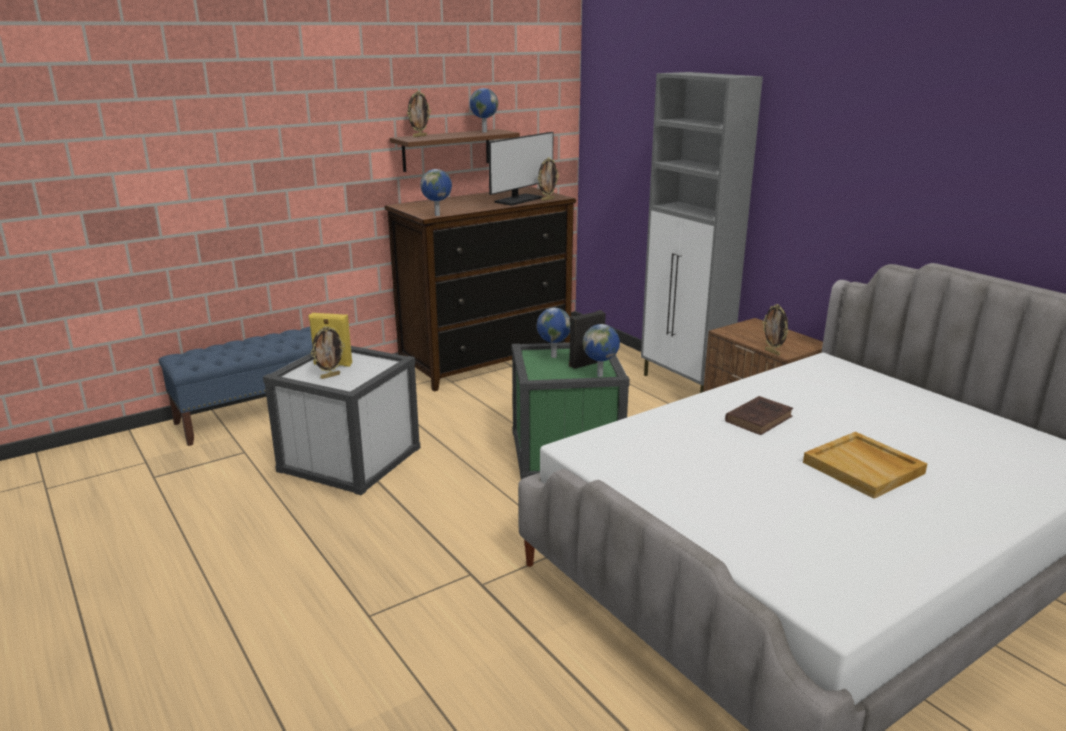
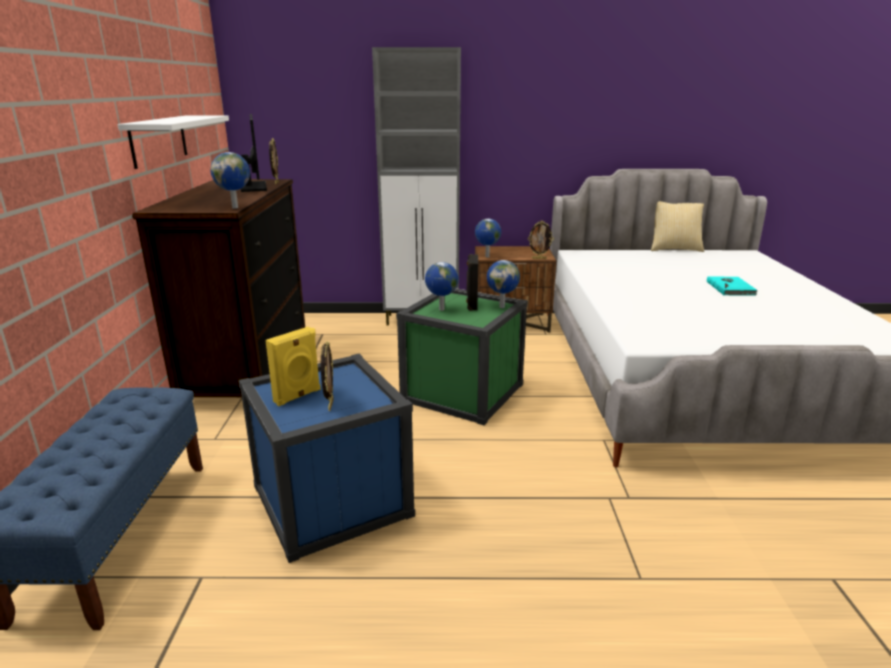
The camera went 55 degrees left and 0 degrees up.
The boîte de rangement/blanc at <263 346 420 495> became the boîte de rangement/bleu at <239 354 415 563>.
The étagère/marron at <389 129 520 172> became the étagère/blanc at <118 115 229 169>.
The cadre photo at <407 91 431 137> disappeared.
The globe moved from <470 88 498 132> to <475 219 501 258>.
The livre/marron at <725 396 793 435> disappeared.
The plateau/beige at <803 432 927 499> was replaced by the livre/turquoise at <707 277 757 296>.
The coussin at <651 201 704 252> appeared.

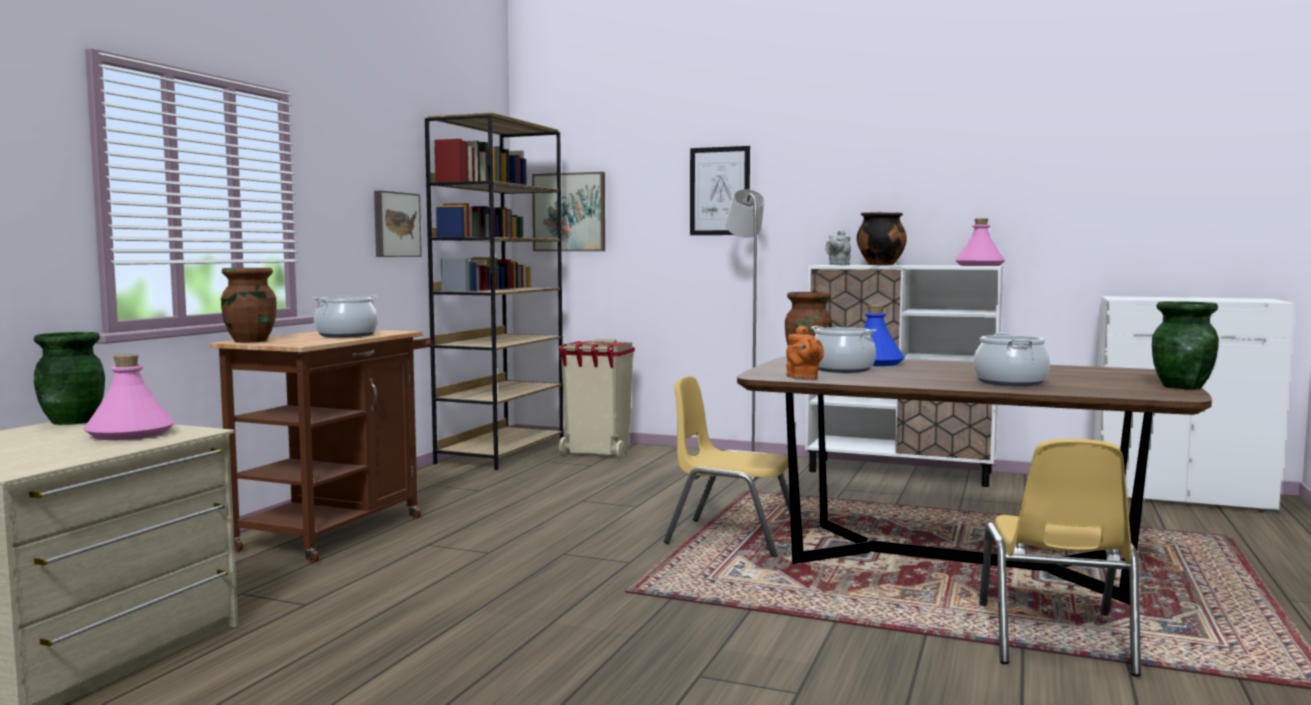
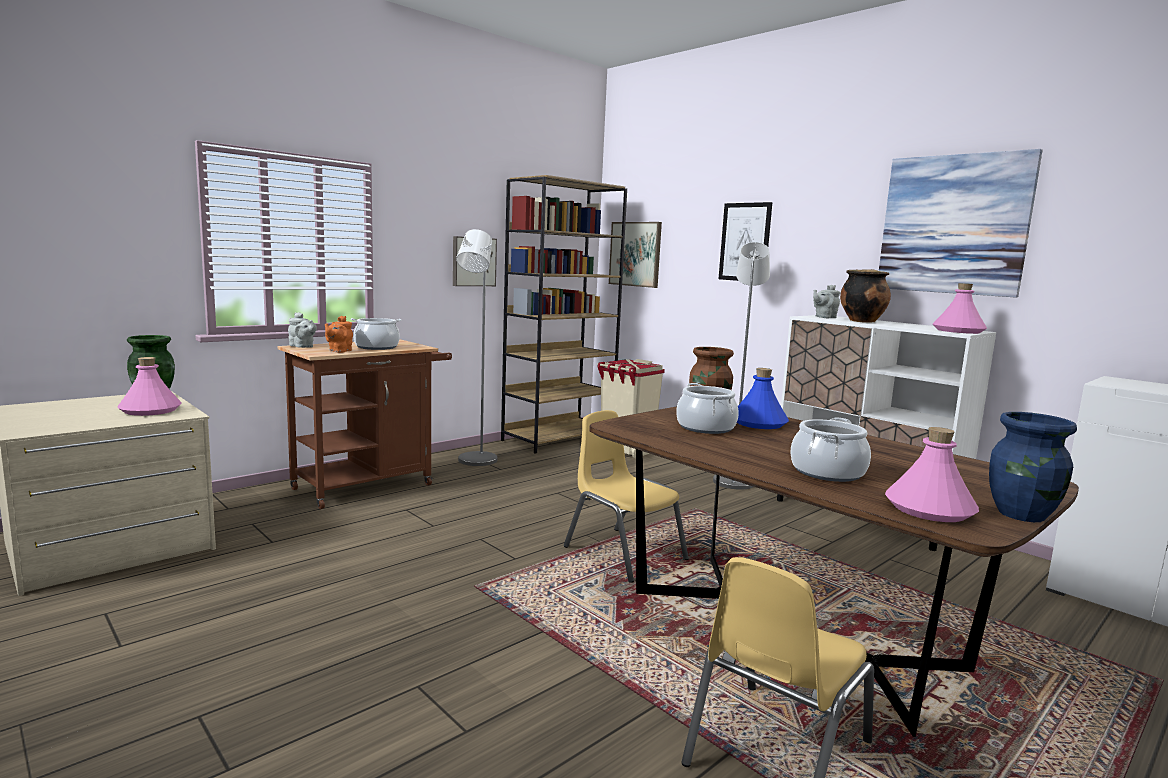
The camera went 25 degrees right and 5 degrees up.
The vase/marron at <221 268 277 343> was replaced by the théière/gris at <288 312 317 348>.
The théière/orange moved from <786 326 824 380> to <325 316 353 353>.
The vase/vert at <1152 301 1219 389> became the vase/bleu at <989 412 1077 522>.
The lampadaire/gris at <456 229 498 466> appeared.
The tableau at <879 149 1042 298> appeared.
The bouteille/rose at <885 427 979 522> appeared.

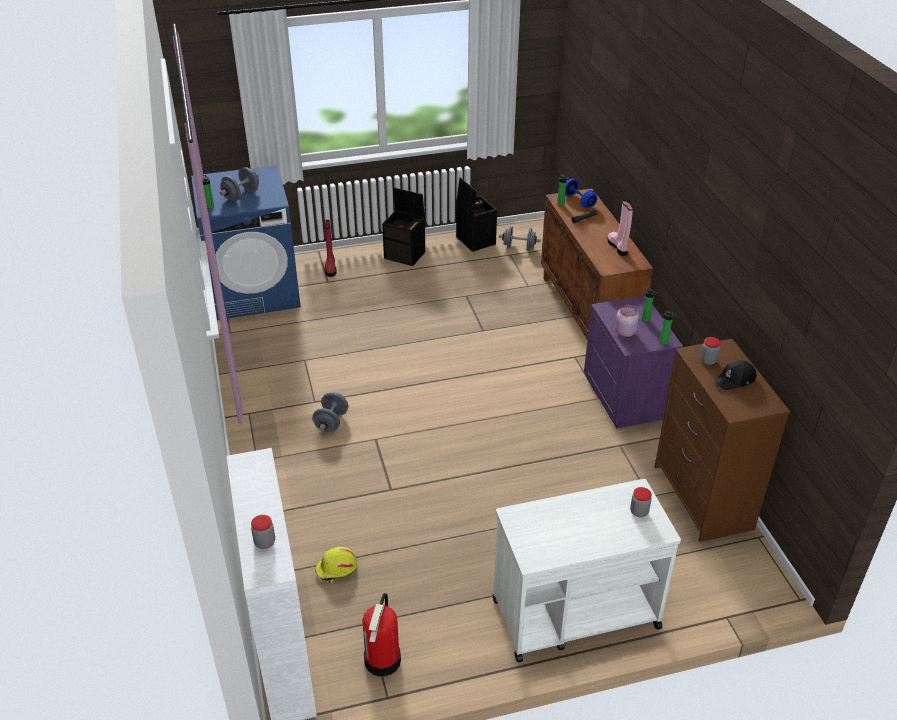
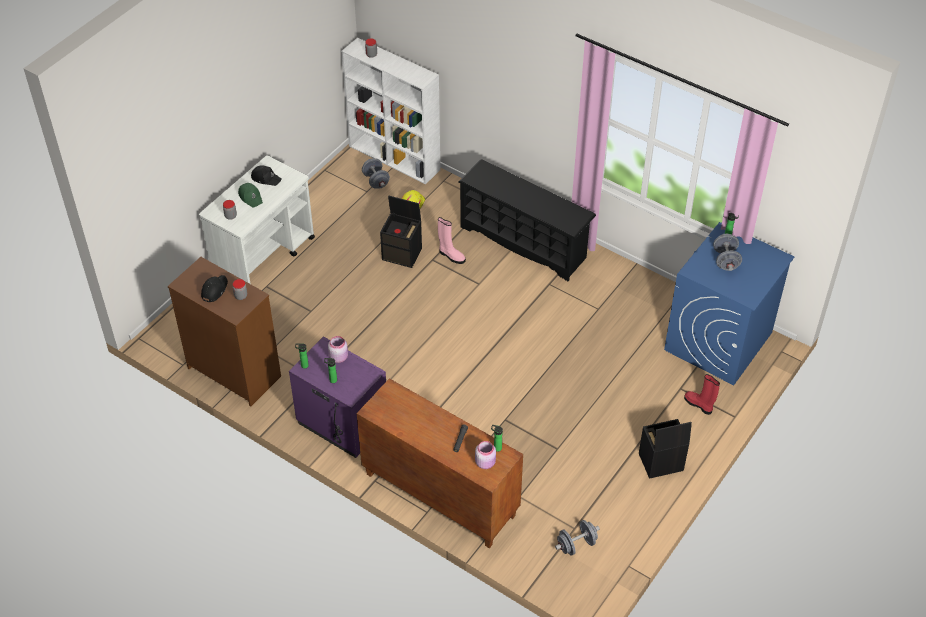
The camera went 140 degrees right and 10 degrees up.
The haltère/gris moved from <312 392 348 432> to <362 158 390 189>.
The extincteur at <362 593 401 676> disappeared.
The boîte de rangement/noir moved from <456 177 497 252> to <380 195 422 268>.
The haltère/bleu at <565 179 597 208> was replaced by the bocal/rose at <475 441 496 469>.
The botte/rose moved from <607 200 633 256> to <438 217 466 264>.
The casquette/vert at <238 183 263 208> appeared.
The casquette/noir at <251 165 282 186> appeared.
The étagère à chaussures/noir at <458 159 596 281> appeared.

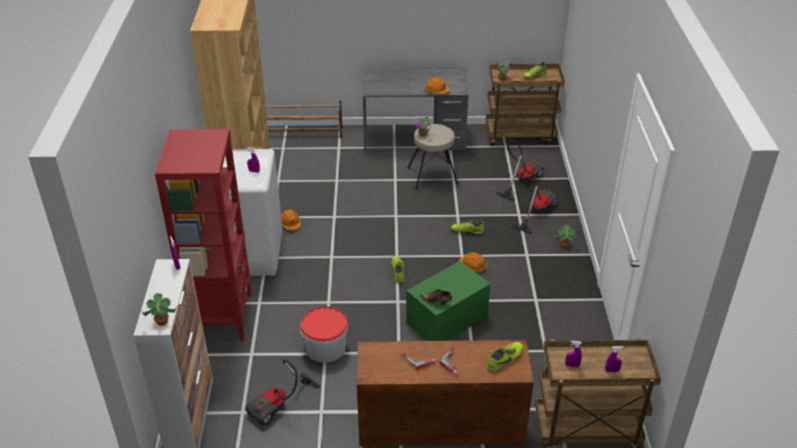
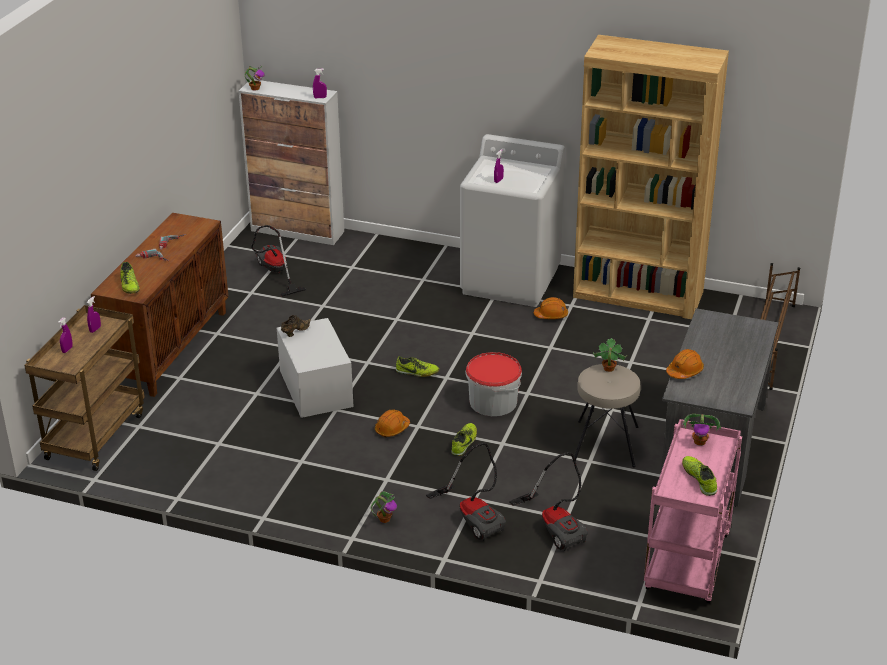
The camera went 110 degrees right and 5 degrees down.
The bibliothèque/rouge at <155 129 252 340> disappeared.
The seau moved from <300 306 348 363> to <466 352 522 416>.
The boîte de rangement/vert at <406 261 490 341> became the boîte de rangement/blanc at <277 318 354 418>.
The chariot/marron at <486 63 565 146> became the chariot/rose at <644 419 742 603>.

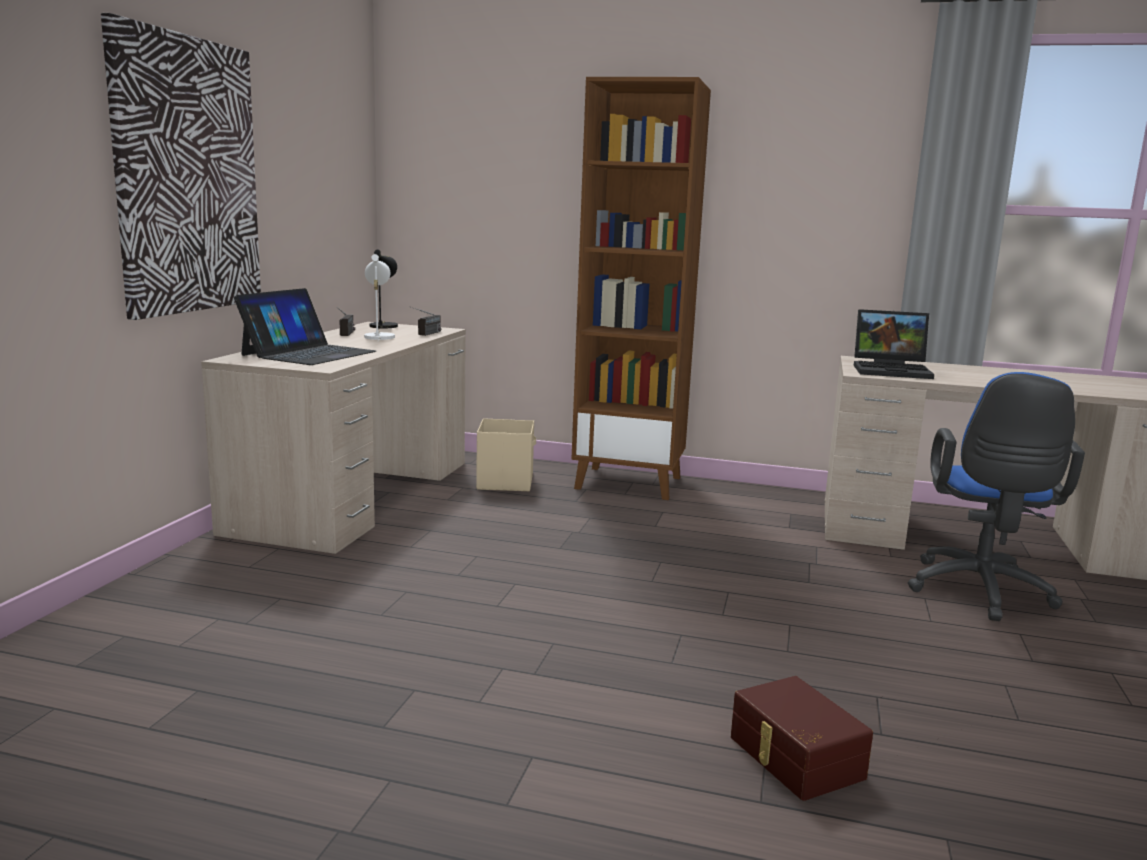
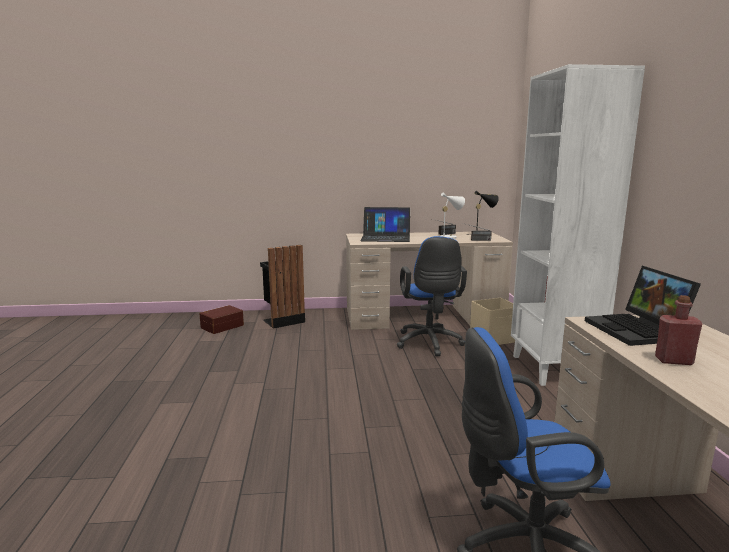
The camera went 70 degrees right and 0 degrees up.
The tableau at <101 13 261 320> disappeared.
The bibliothèque/marron at <571 77 711 500> became the bibliothèque/blanc at <511 64 645 386>.
The boîte de rangement/marron moved from <731 676 873 801> to <199 305 244 334>.
The poubelle/noir at <260 245 305 329> appeared.
The chaise de bureau/bleu at <397 236 467 356> appeared.
The bouteille/rouge at <655 295 702 365> appeared.

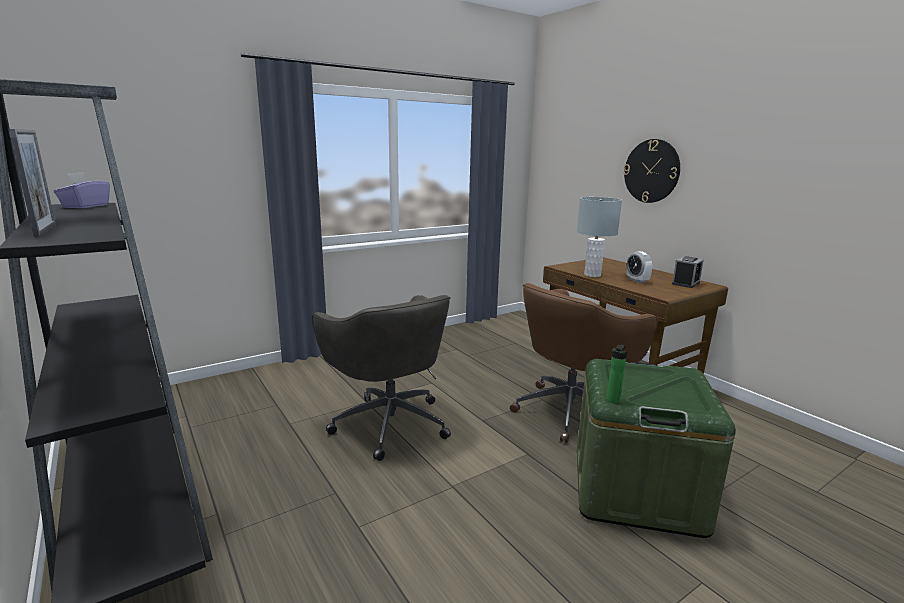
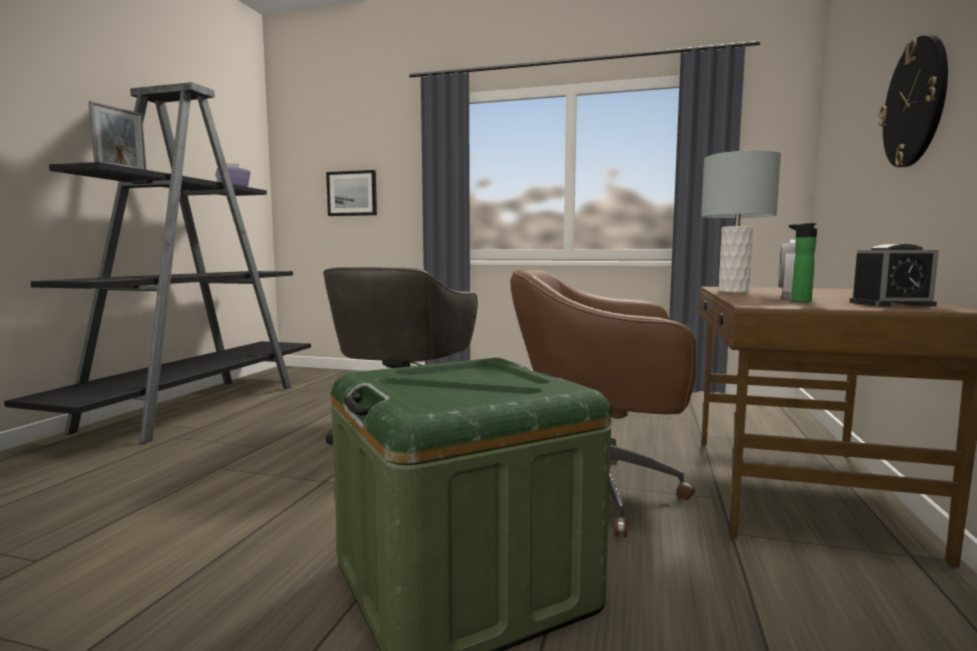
The camera went 50 degrees right and 10 degrees down.
The bouteille moved from <606 345 627 403> to <789 223 817 302>.
The tableau at <326 170 377 216> appeared.

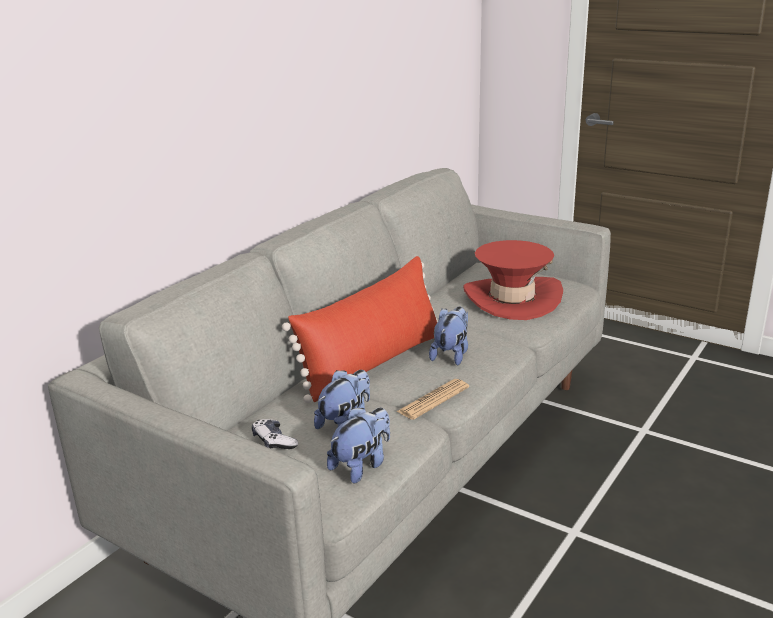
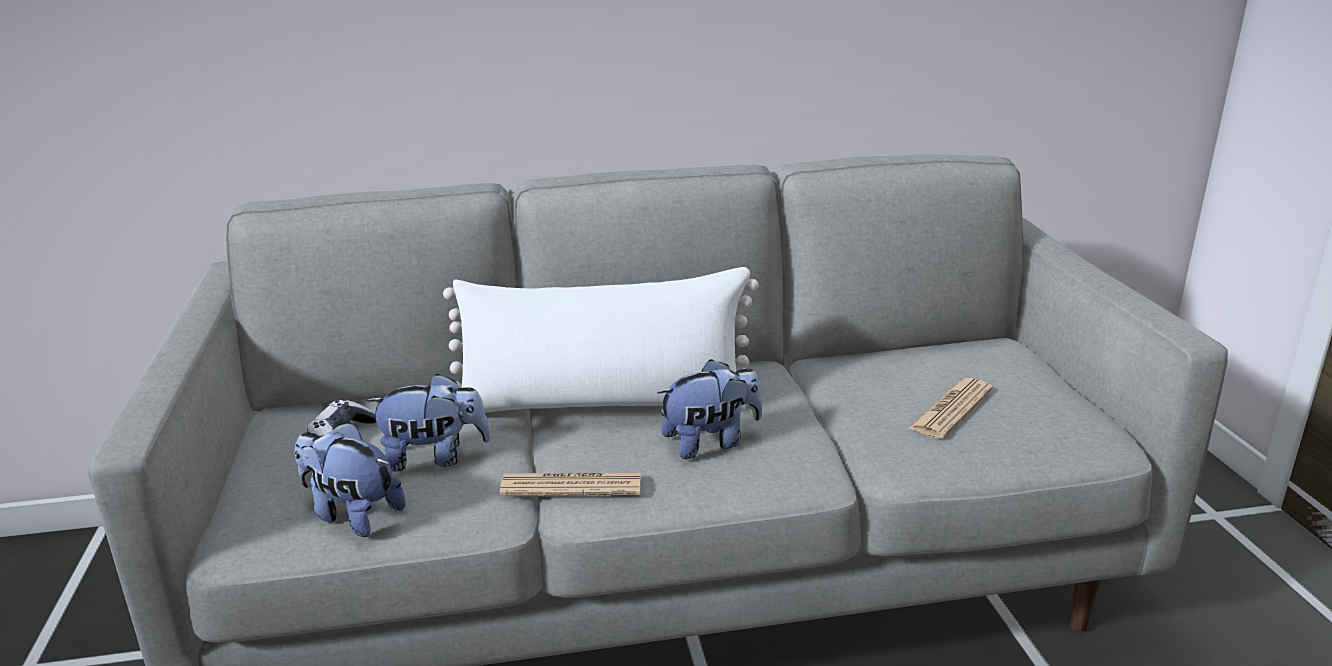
The camera went 45 degrees right and 0 degrees up.
The coussin/rouge at <282 256 437 403> became the coussin/blanc at <443 267 759 413>.
The peluche at <327 408 390 484> turned 150 degrees counterclockwise.
The chapeau/rouge at <463 240 563 320> was replaced by the journal at <908 378 993 439>.

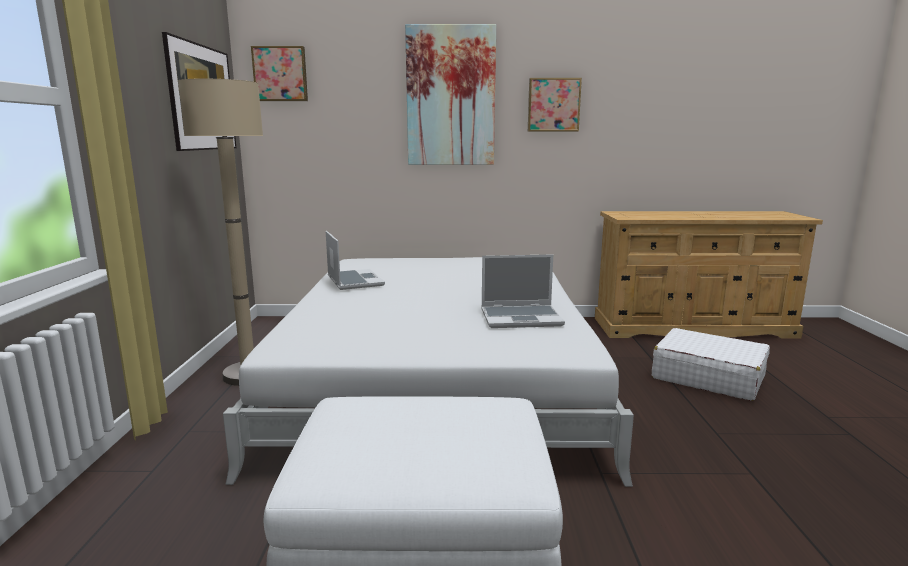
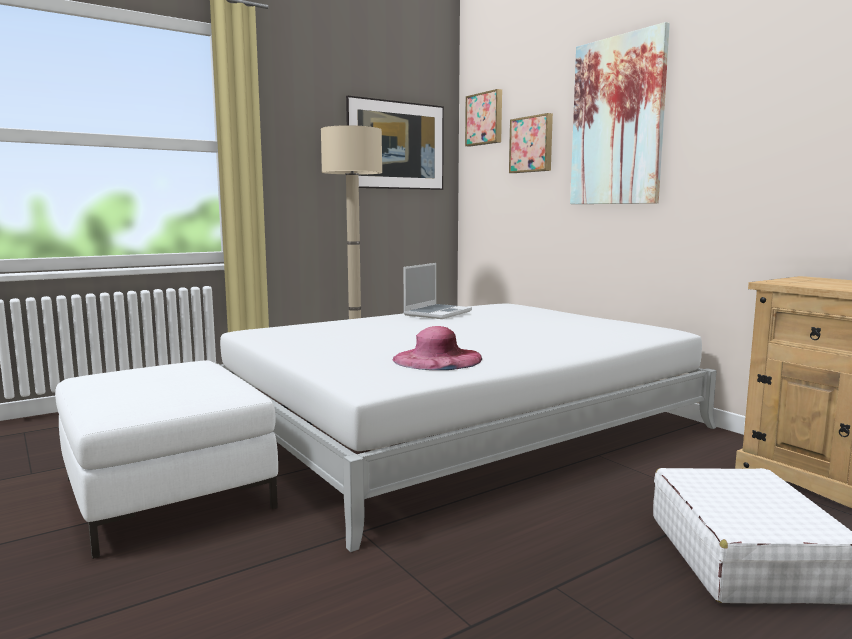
The camera went 55 degrees right and 5 degrees down.
The ordinateur portable at <481 255 565 328> was replaced by the chapeau/rose at <392 326 482 370>.
The tableau moved from <528 78 582 132> to <509 113 553 173>.

